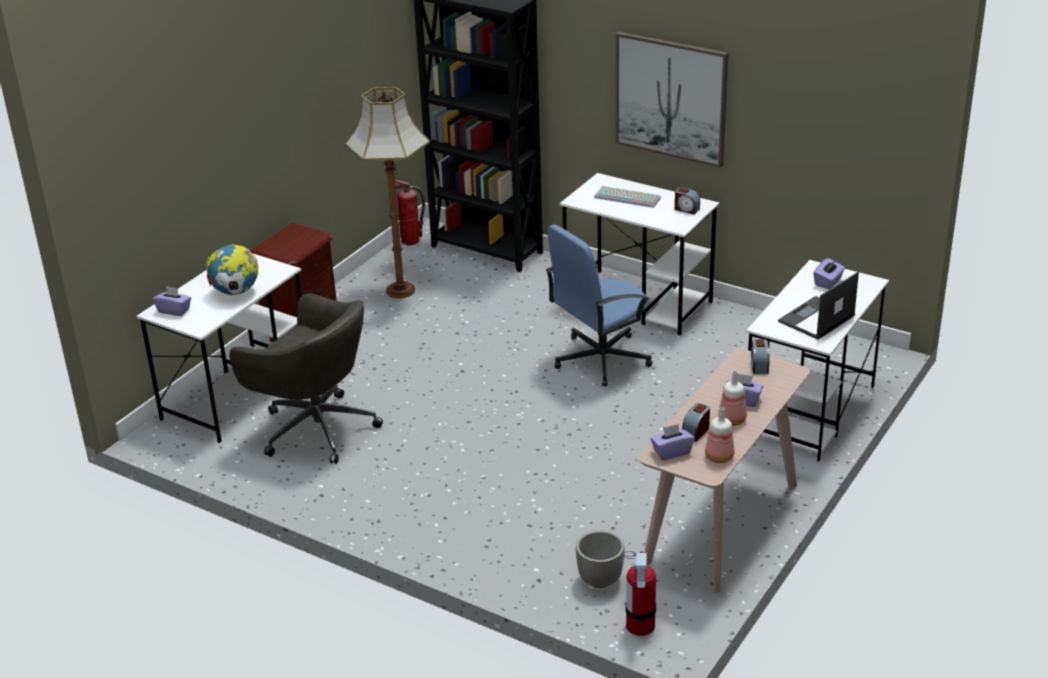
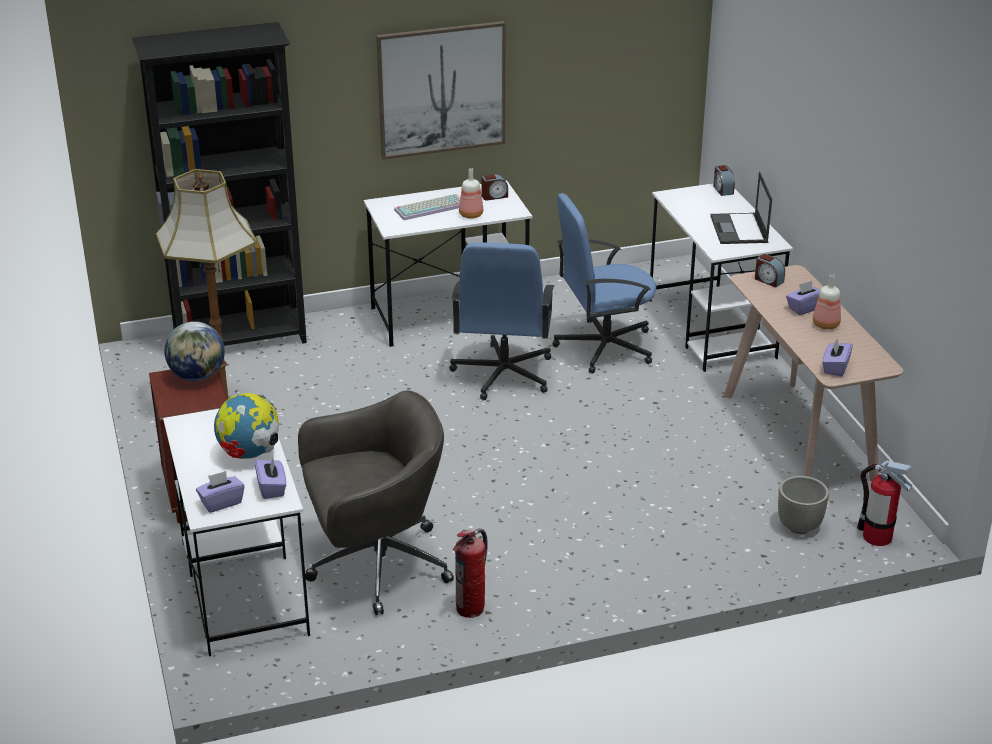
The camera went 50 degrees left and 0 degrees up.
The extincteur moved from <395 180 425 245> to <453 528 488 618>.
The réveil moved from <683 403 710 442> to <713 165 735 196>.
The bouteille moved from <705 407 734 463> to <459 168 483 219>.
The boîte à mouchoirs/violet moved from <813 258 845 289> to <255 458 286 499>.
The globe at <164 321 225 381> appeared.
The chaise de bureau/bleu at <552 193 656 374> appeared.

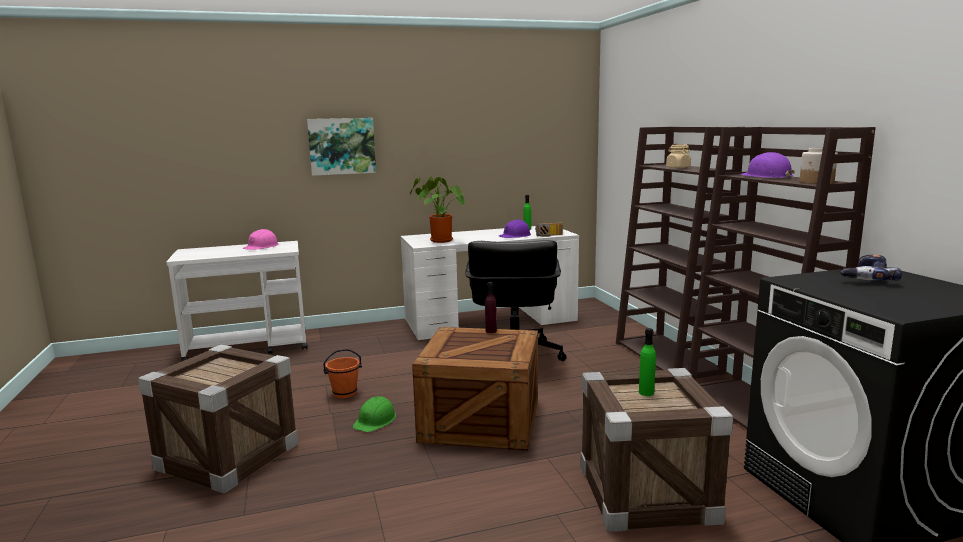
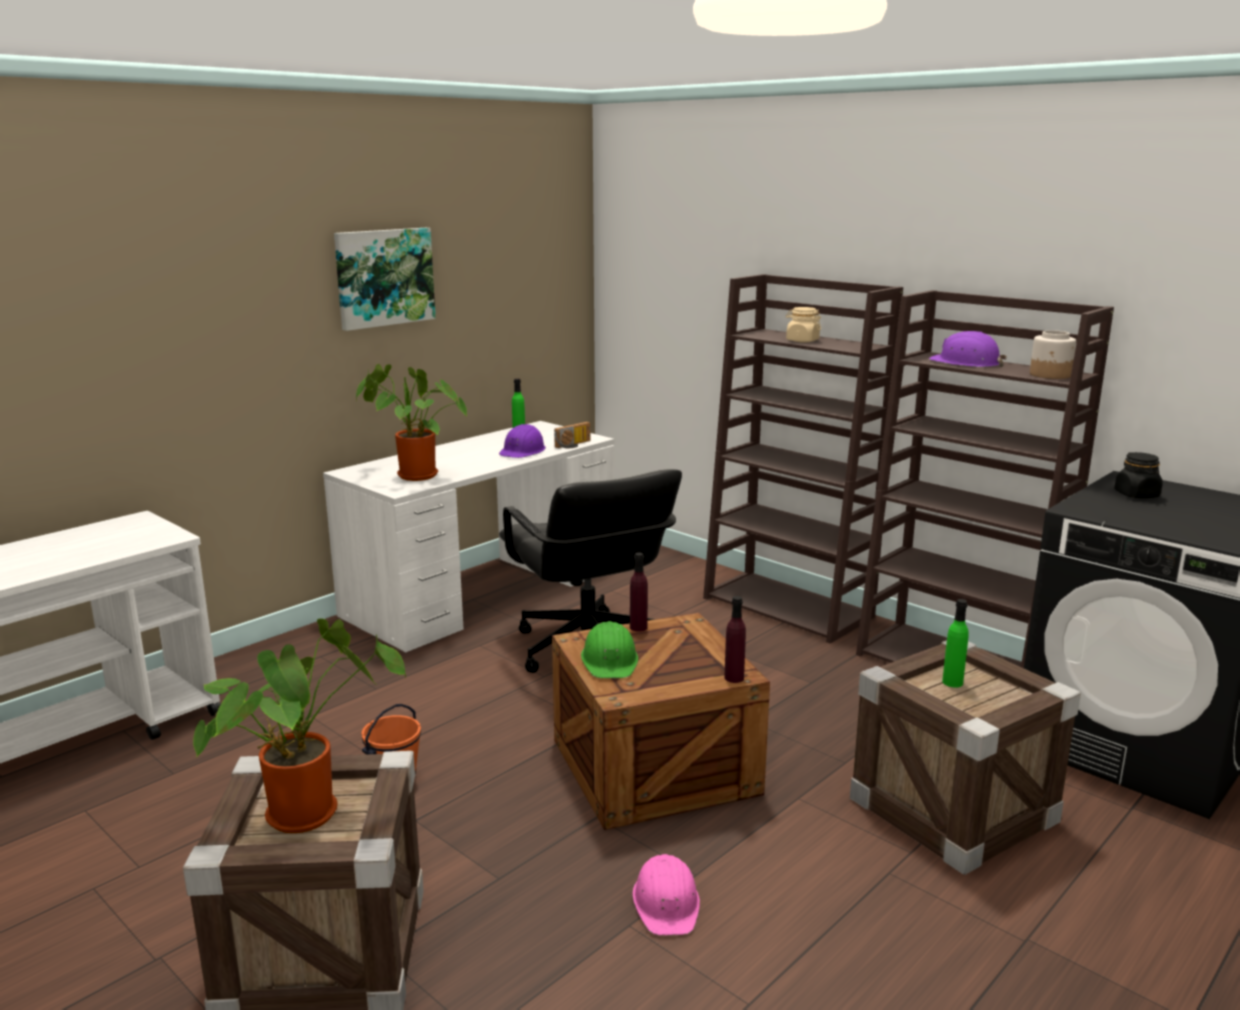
The camera went 30 degrees left and 5 degrees up.
The casque de chantier/rose moved from <243 229 279 250> to <632 854 700 935>.
The tableau moved from <307 118 376 176> to <334 228 436 331>.
The casque de chantier/vert moved from <353 396 396 432> to <581 621 638 678>.
The perceuse at <840 255 902 281> was replaced by the bocal/noir at <1114 452 1163 498>.
The plante en pot at <193 619 406 833> appeared.
The bouteille/violet at <724 596 746 683> appeared.

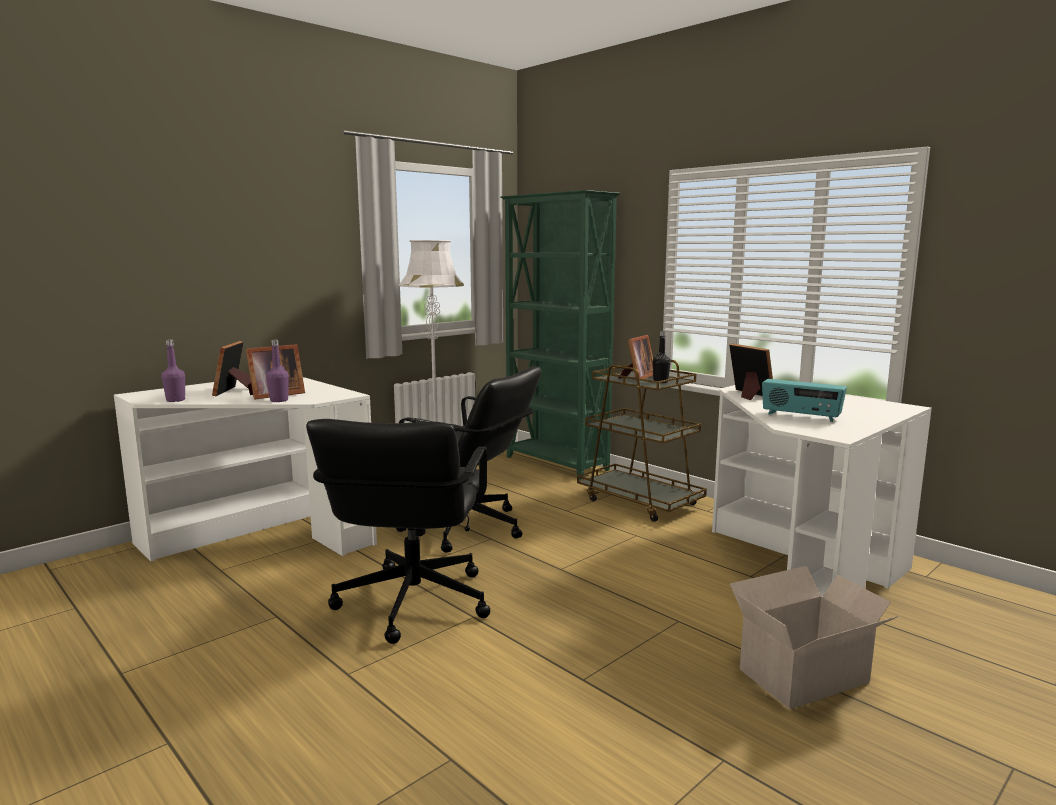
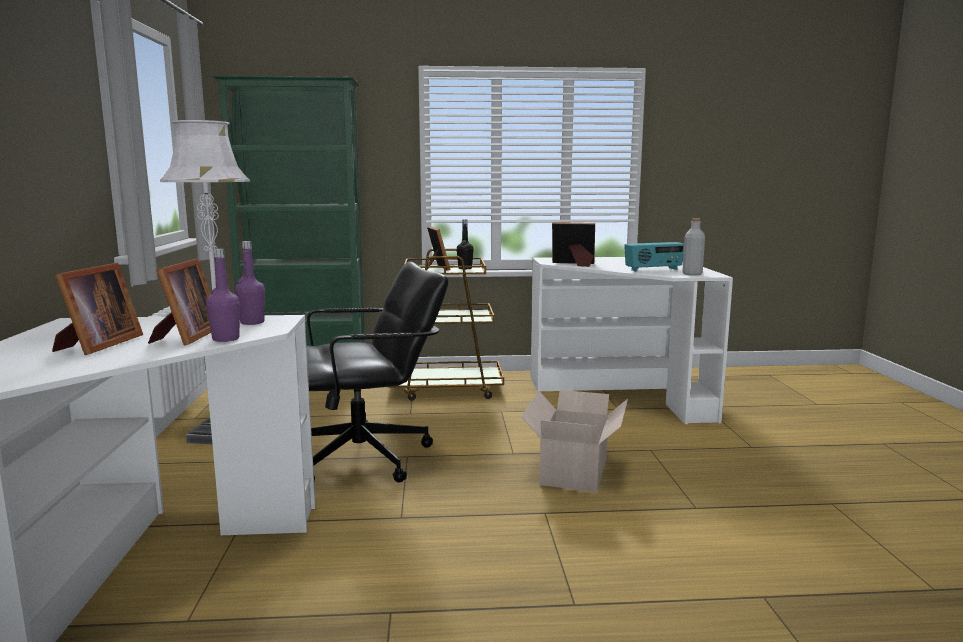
The camera went 50 degrees left and 0 degrees up.
The bouteille/violet moved from <161 339 185 402> to <235 241 265 325>.
The cadre photo at <212 341 251 396> turned 120 degrees counterclockwise.
The chaise de bureau/noir at <306 419 490 644> disappeared.
The carton moved from <730 566 900 709> to <521 390 628 492>.
The bouteille/gris at <682 218 705 276> appeared.

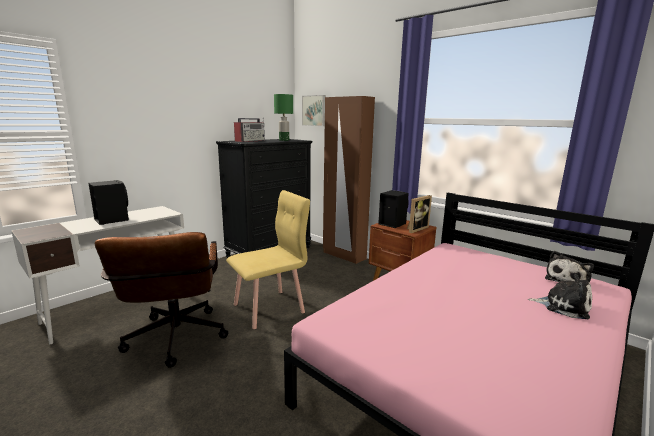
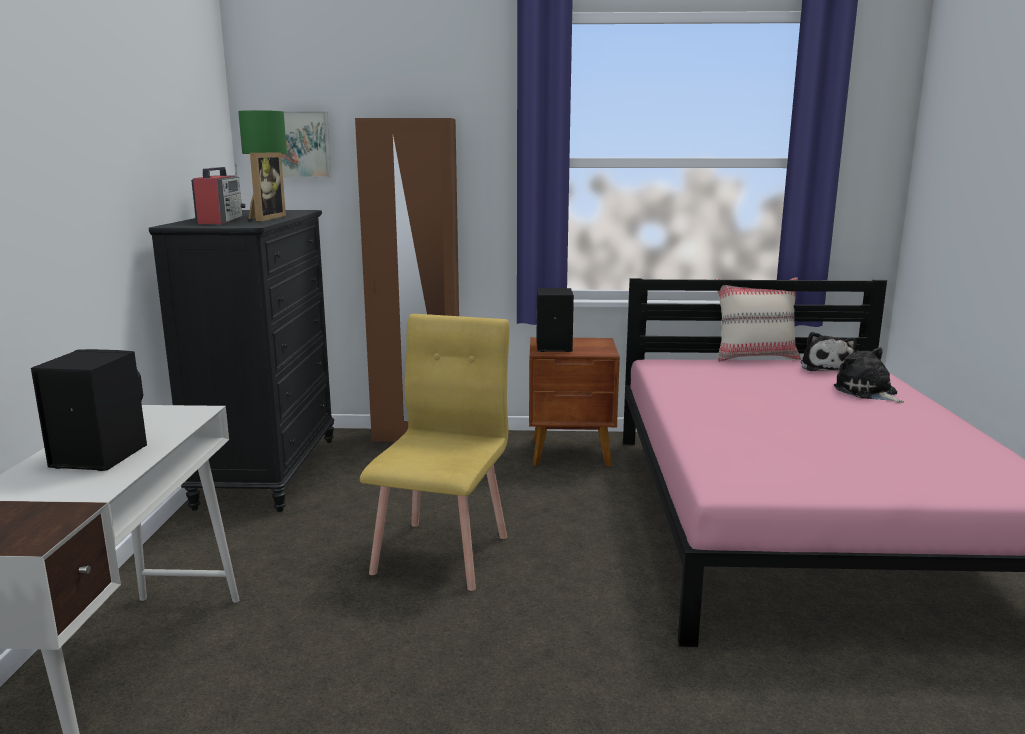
The camera went 40 degrees left and 0 degrees up.
The chaise de bureau/marron at <95 232 228 368> disappeared.
The cadre photo moved from <407 195 432 233> to <248 152 286 221>.
The peluche at <528 274 592 319> turned 105 degrees counterclockwise.
The coussin/beige at <715 277 801 361> appeared.

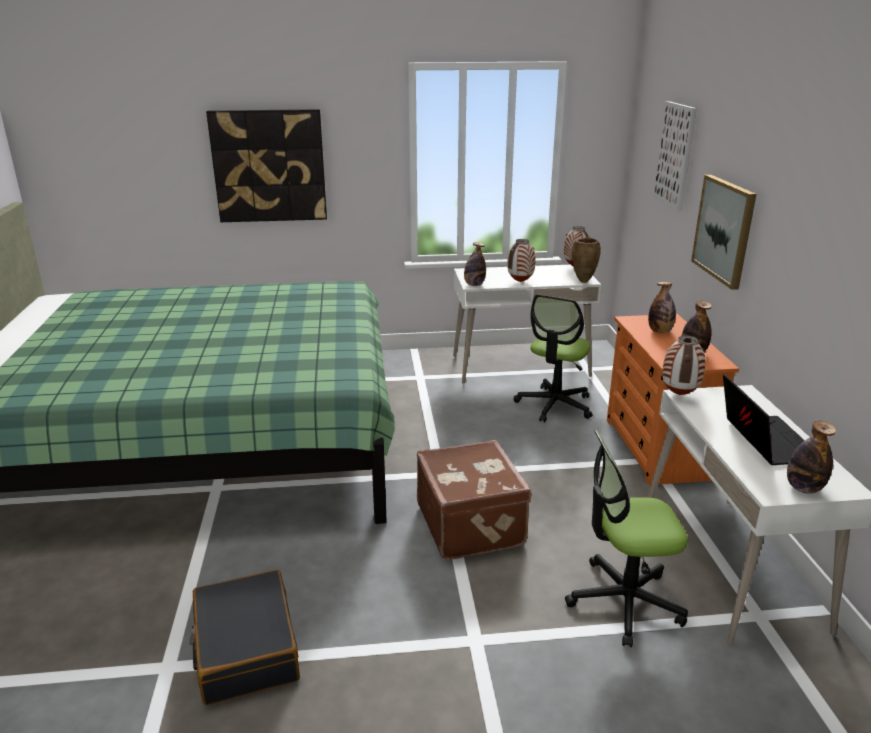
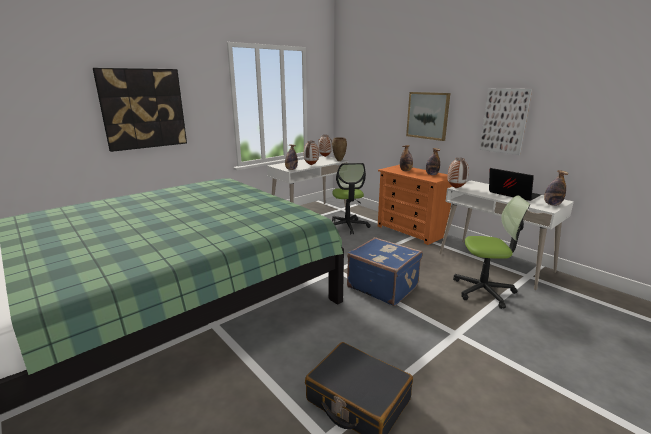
The camera went 35 degrees left and 5 degrees down.
The valise/marron at <417 440 532 560> became the valise/bleu at <347 237 423 306>.
The chaise de bureau at <565 430 688 647> turned 135 degrees counterclockwise.
The tableau moved from <653 101 696 211> to <479 88 532 155>.

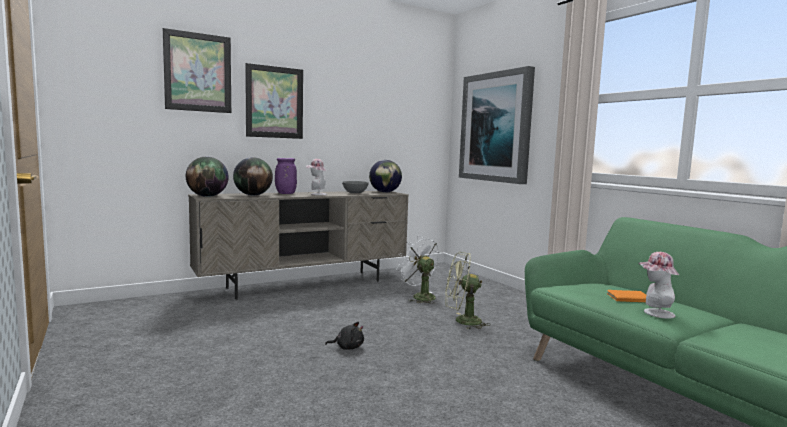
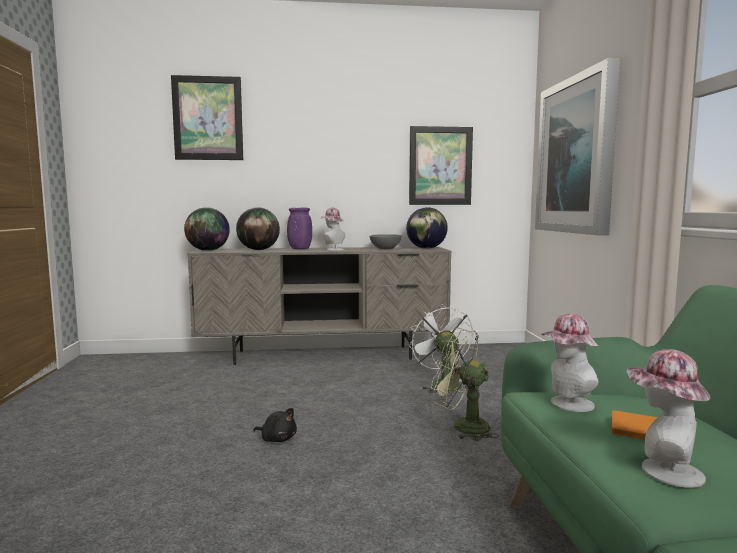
The camera went 25 degrees right and 0 degrees up.
The tableau moved from <245 63 303 139> to <409 126 473 205>.
The chapeau at <541 313 599 412> appeared.

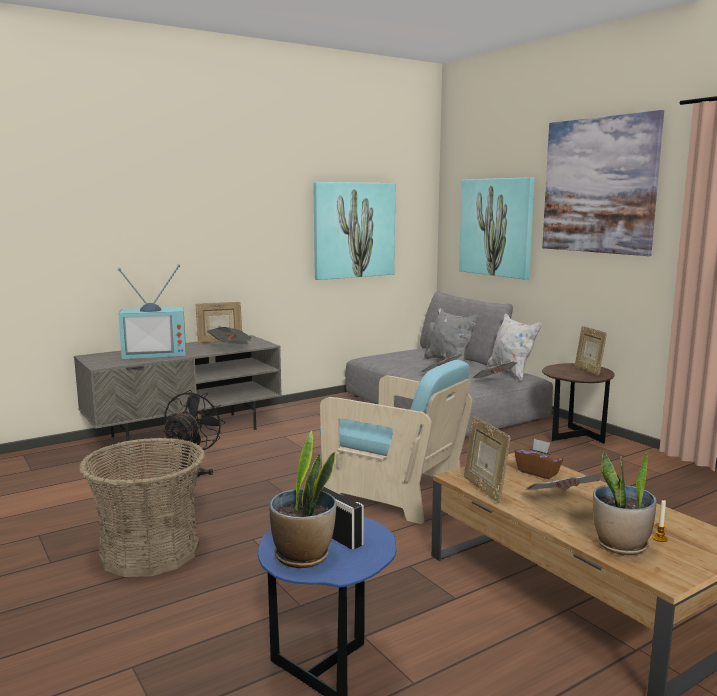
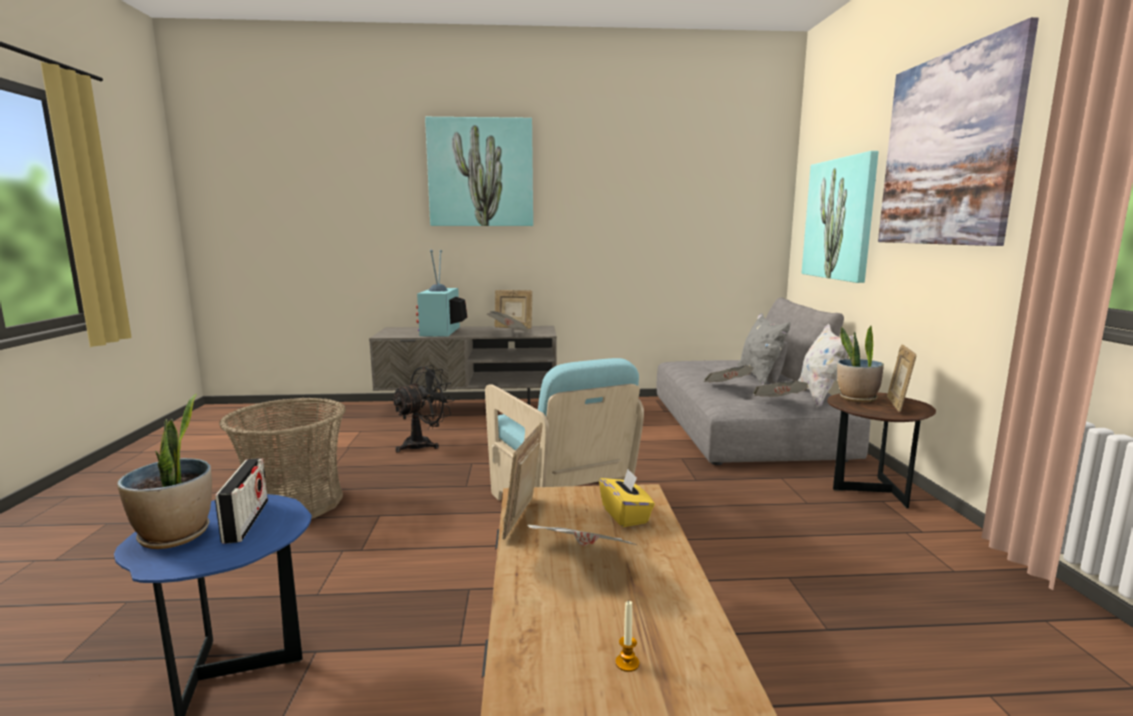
The camera went 30 degrees right and 0 degrees up.
The téléviseur at <118 264 186 359> turned 75 degrees clockwise.
The tableau moved from <314 182 395 280> to <425 117 533 226>.
The boîte à mouchoirs/marron at <515 439 563 479> became the boîte à mouchoirs/jaune at <599 469 655 527>.
The plante en pot moved from <593 450 656 555> to <837 326 884 403>.

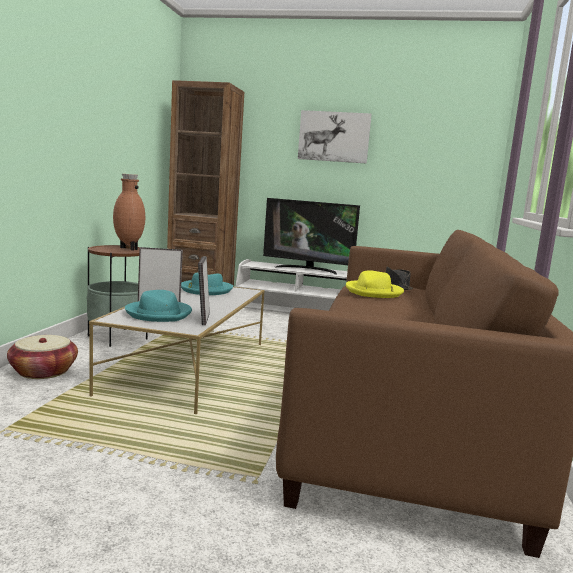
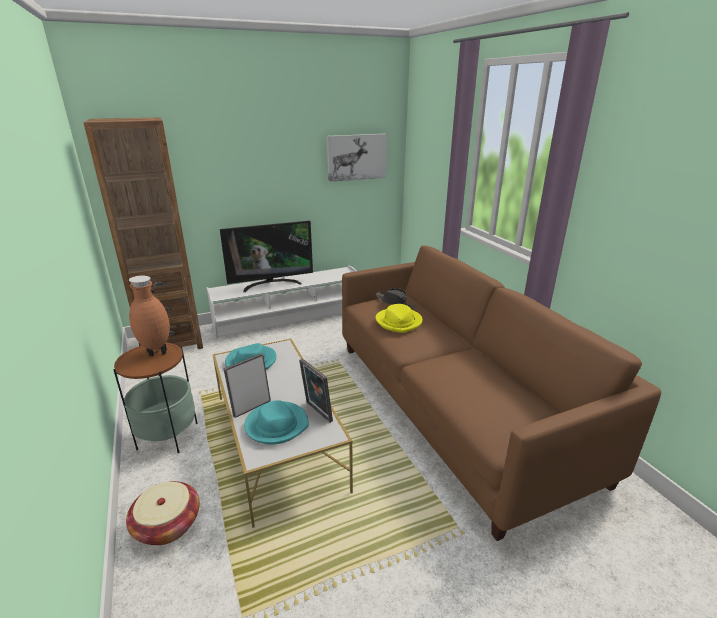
The camera went 35 degrees left and 15 degrees up.
The tableau moved from <298 110 372 164> to <327 134 387 182>.

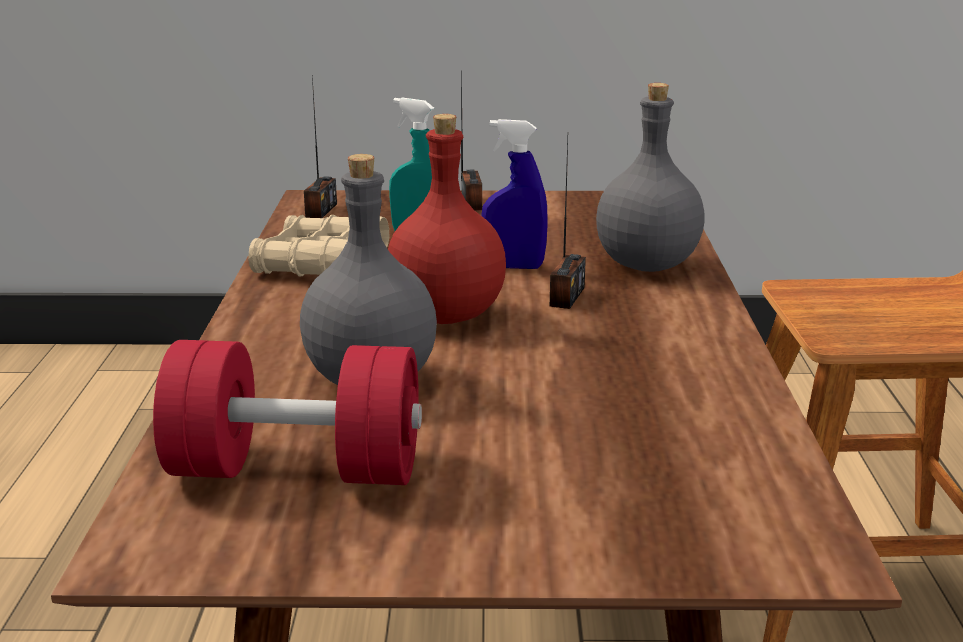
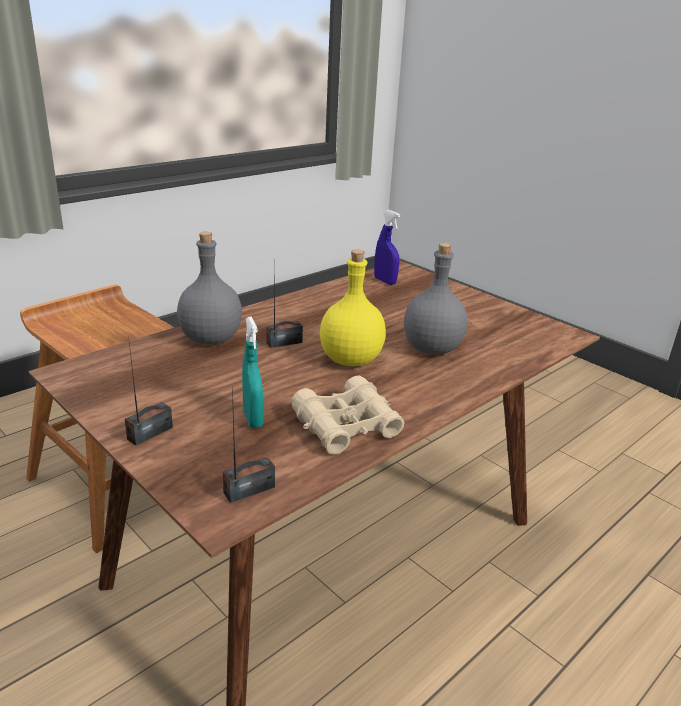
The camera went 135 degrees left and 5 degrees up.
The haltère/rouge at <153 340 422 485> disappeared.
The bouteille/rouge at <388 114 506 324> became the bouteille/jaune at <320 249 386 366>.
The vaporisateur/bleu moved from <481 119 548 269> to <374 210 400 285>.

